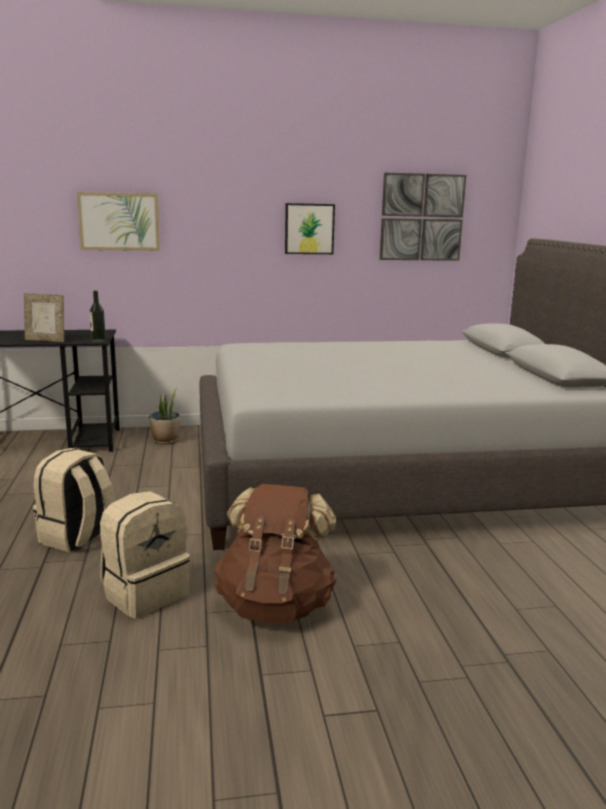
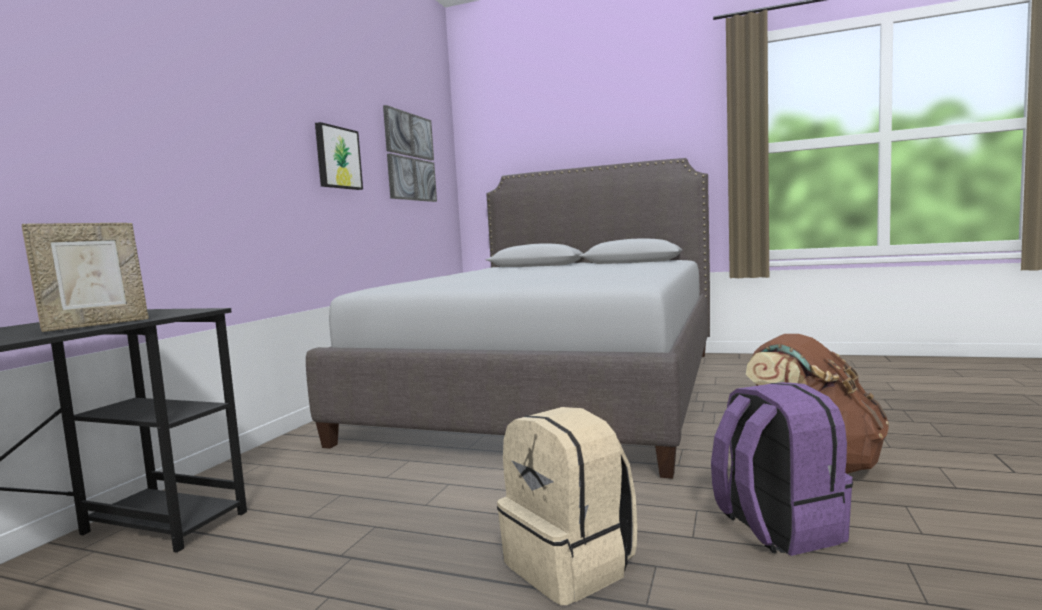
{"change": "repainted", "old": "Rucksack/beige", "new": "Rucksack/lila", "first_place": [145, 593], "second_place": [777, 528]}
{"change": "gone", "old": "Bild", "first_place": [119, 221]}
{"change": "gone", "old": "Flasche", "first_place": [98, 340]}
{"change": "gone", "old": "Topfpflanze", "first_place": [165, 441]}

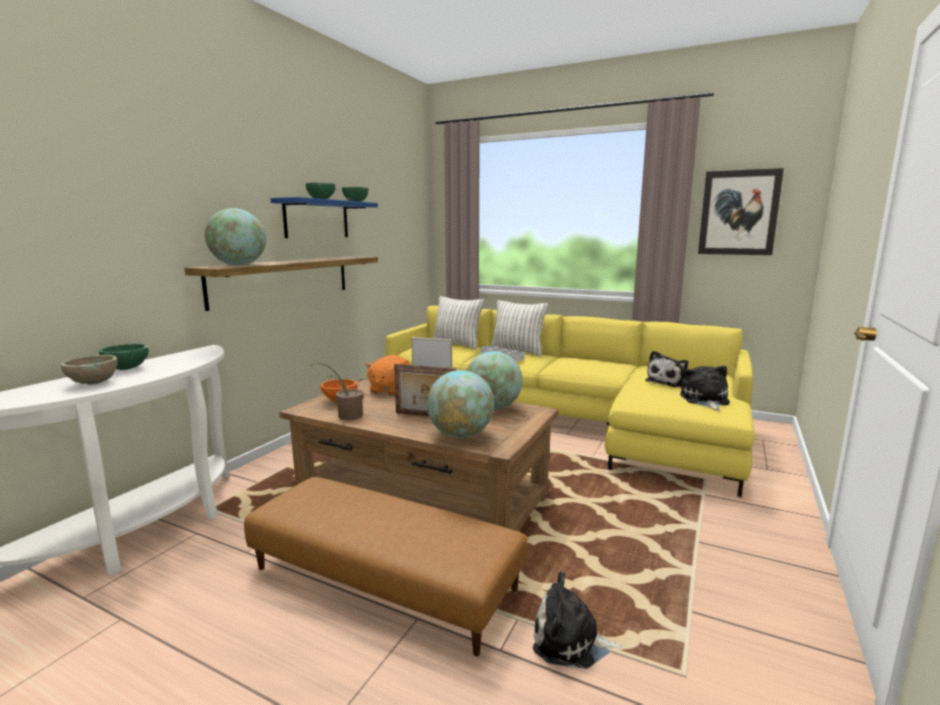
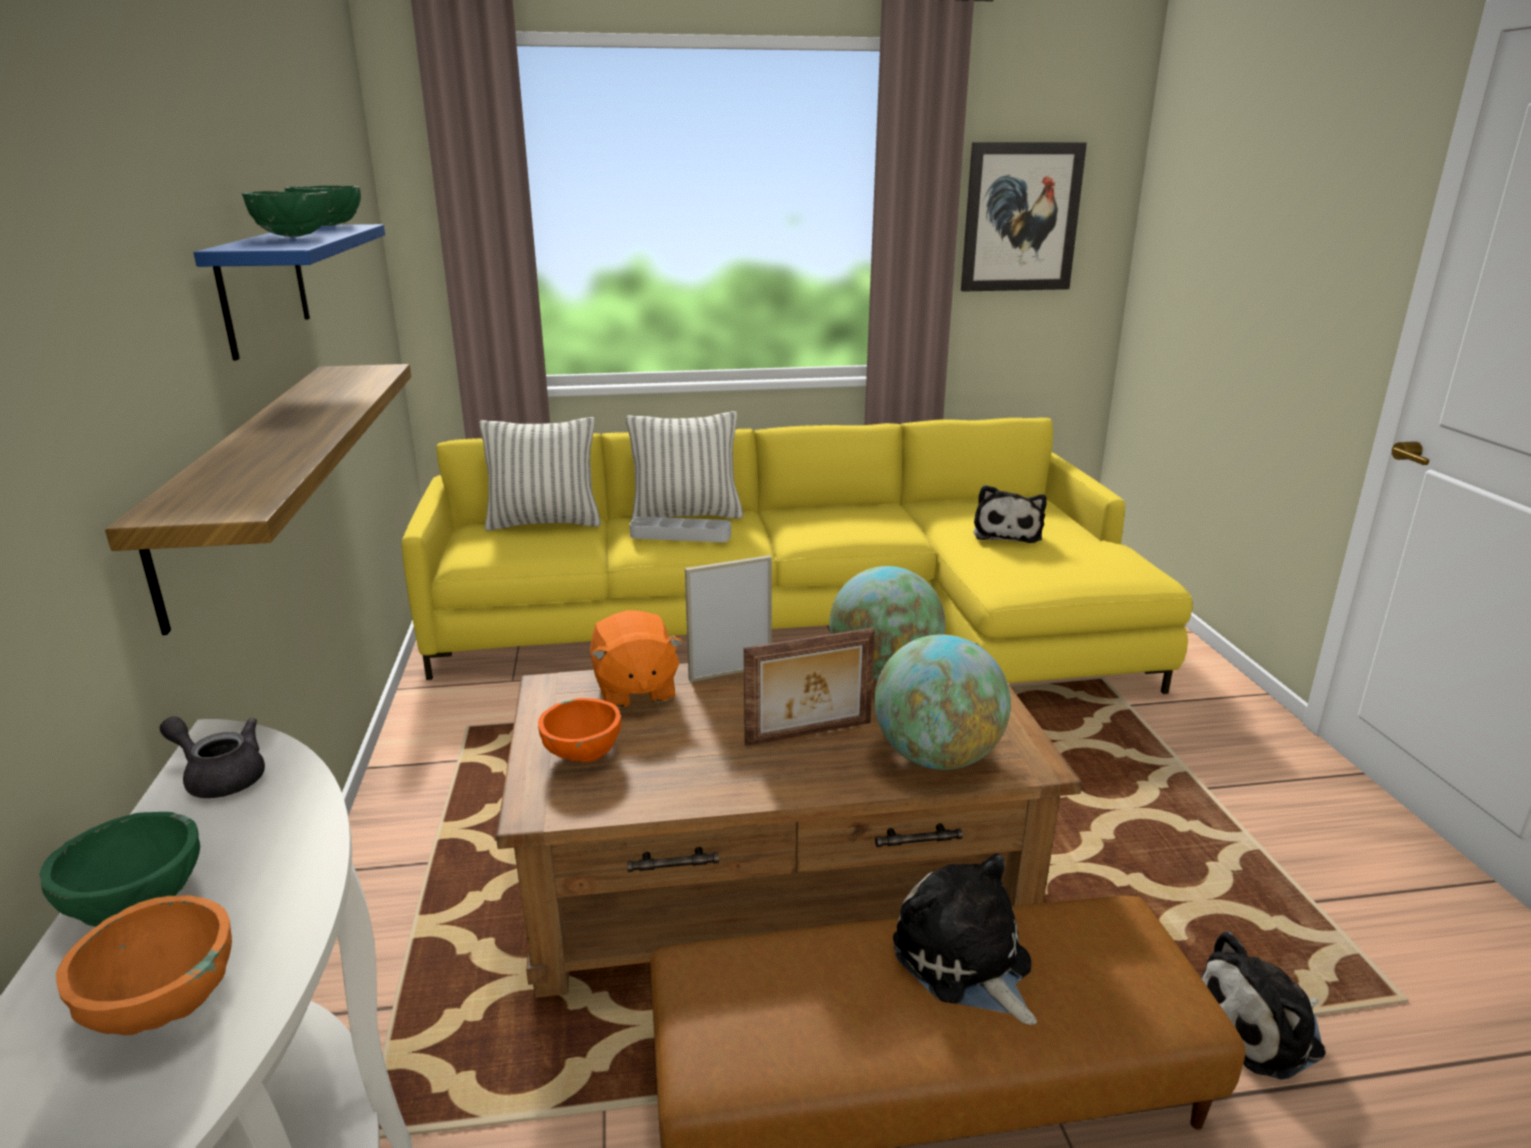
{"change": "repainted", "old": "Schüssel/beige", "new": "Schüssel/orange", "first_place": [93, 383], "second_place": [163, 1009]}
{"change": "new", "new": "Teekanne/grau", "second_place": [220, 777]}
{"change": "shifted", "old": "Plüschtier", "first_place": [704, 400], "second_place": [965, 963]}
{"change": "gone", "old": "Globus", "first_place": [239, 265]}
{"change": "gone", "old": "Topfpflanze", "first_place": [346, 416]}

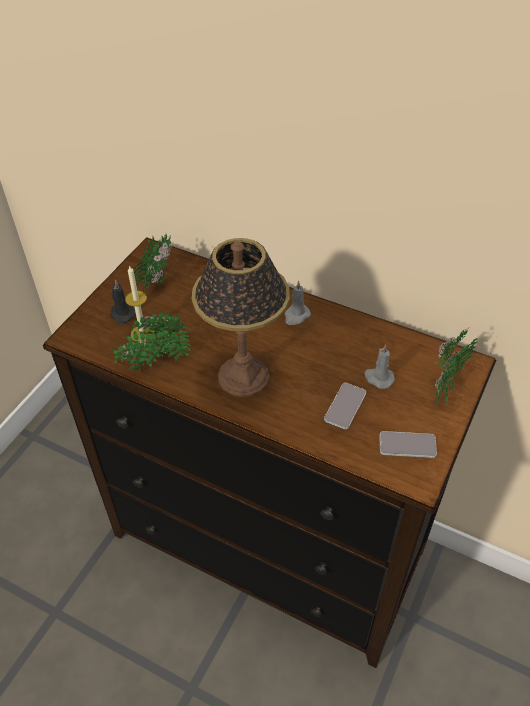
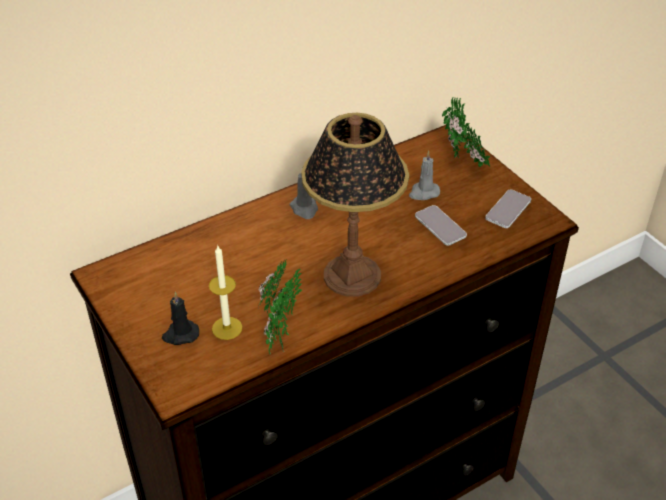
{"change": "gone", "old": "Topfpflanze", "first_place": [160, 279]}

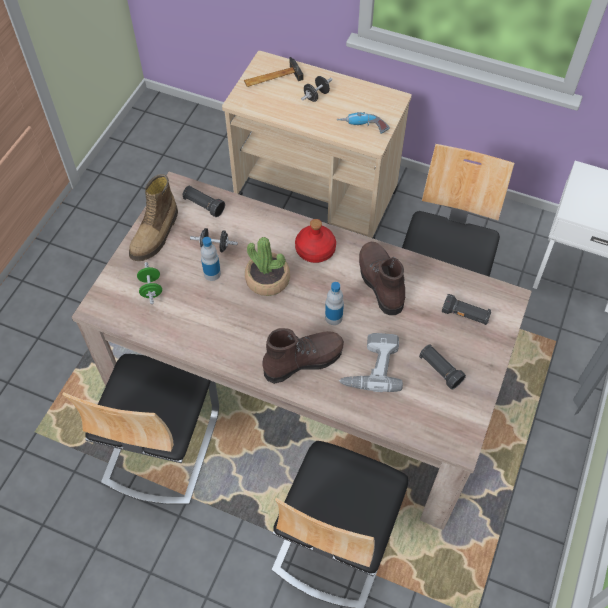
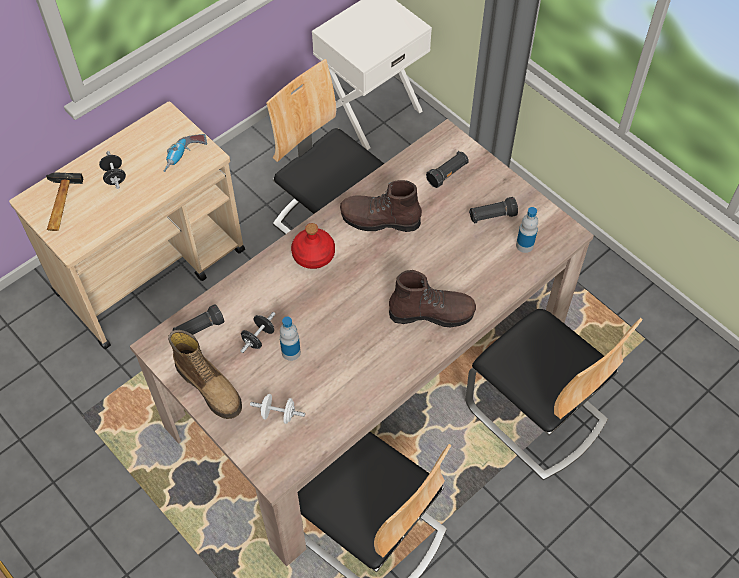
{"change": "repainted", "old": "Hantel/grün", "new": "Hantel/weiß", "first_place": [151, 289], "second_place": [278, 414]}
{"change": "rotated", "old": "Stiefel/braun", "first_place": [303, 361], "second_place": [432, 313], "degrees": 90}
{"change": "shifted", "old": "Flasche", "first_place": [333, 317], "second_place": [524, 245]}
{"change": "gone", "old": "Topfpflanze", "first_place": [267, 279]}
{"change": "gone", "old": "Bohrmaschine", "first_place": [370, 366]}

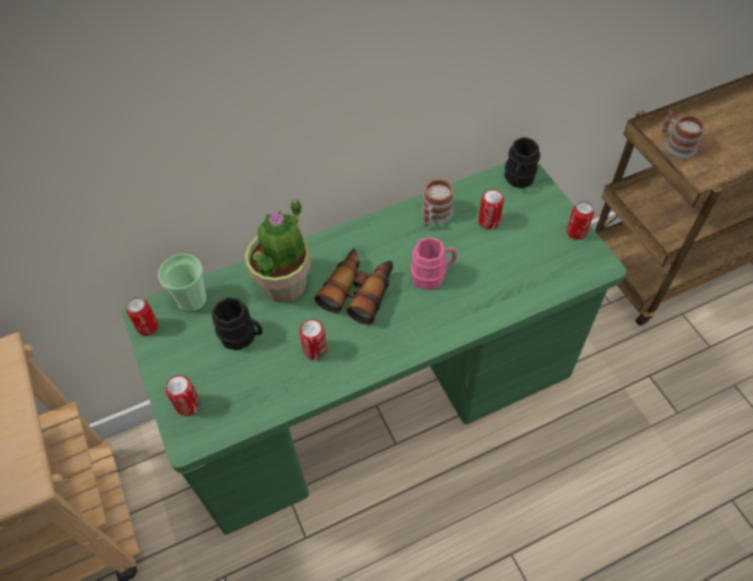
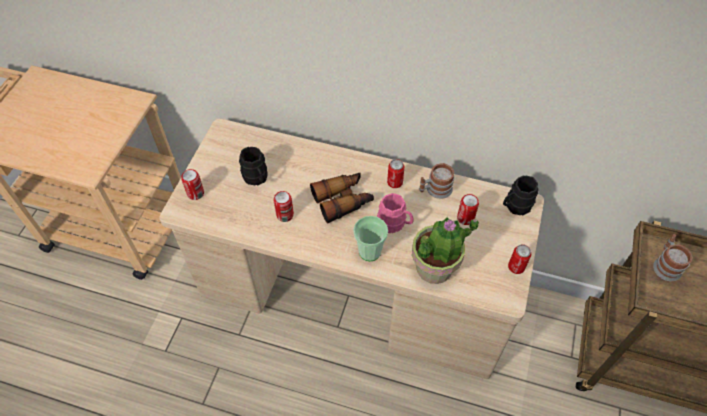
{"change": "repainted", "old": "Schreibtisch/grün", "new": "Schreibtisch/beige", "first_place": [380, 401], "second_place": [353, 295]}
{"change": "shifted", "old": "Tasse", "first_place": [192, 301], "second_place": [369, 251]}
{"change": "shifted", "old": "Dose", "first_place": [148, 327], "second_place": [395, 183]}
{"change": "shifted", "old": "Topfpflanze", "first_place": [285, 283], "second_place": [435, 268]}

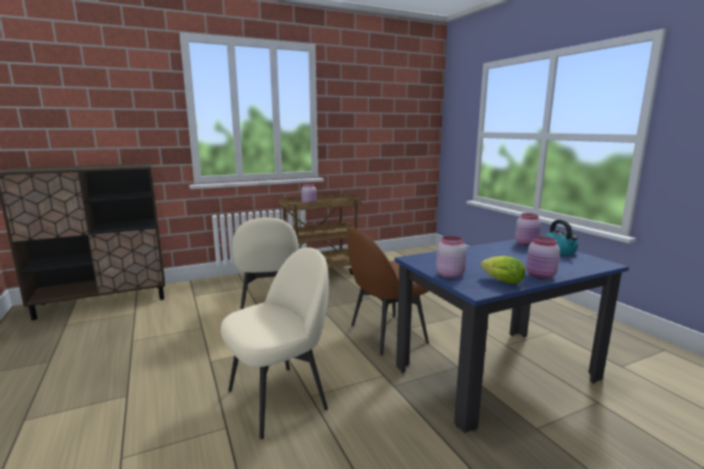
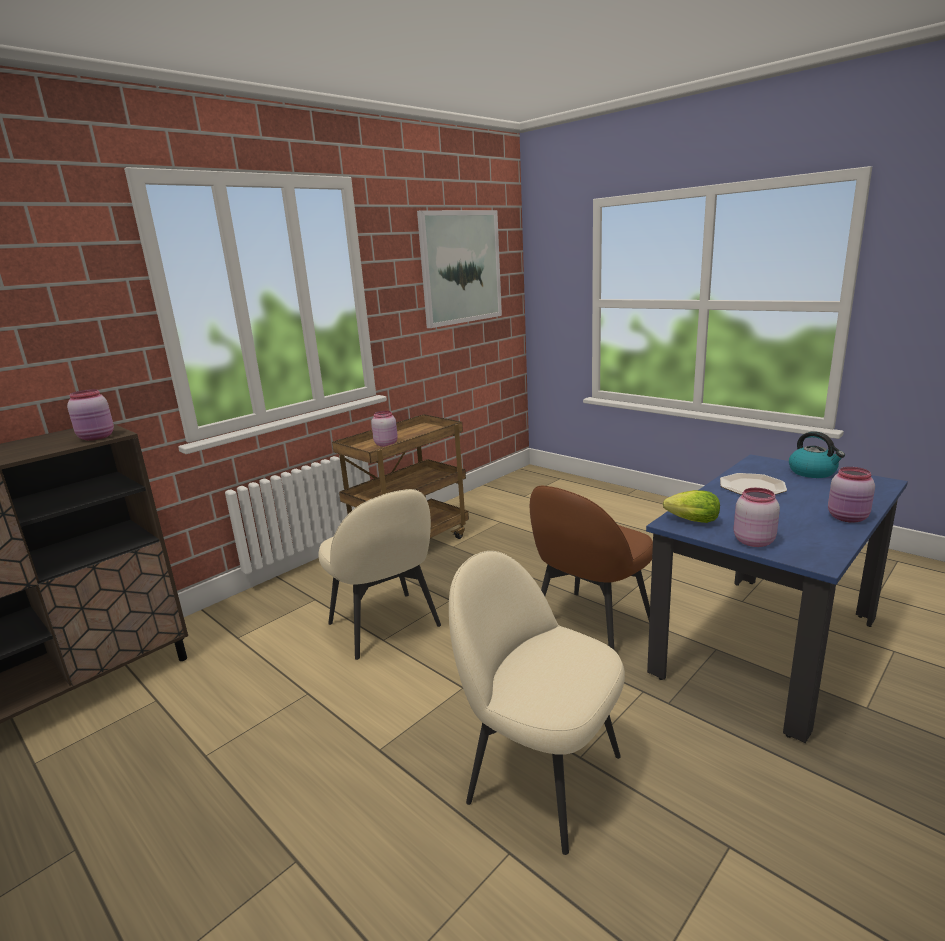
{"change": "shifted", "old": "Vorratsglas/rosa", "first_place": [527, 244], "second_place": [97, 437]}
{"change": "new", "new": "Bild", "second_place": [461, 267]}
{"change": "rotated", "old": "Stuhl/beige", "first_place": [279, 398], "second_place": [541, 775], "degrees": -90}
{"change": "shifted", "old": "Salatkopf", "first_place": [500, 281], "second_place": [689, 521]}
{"change": "new", "new": "Teller", "second_place": [752, 486]}

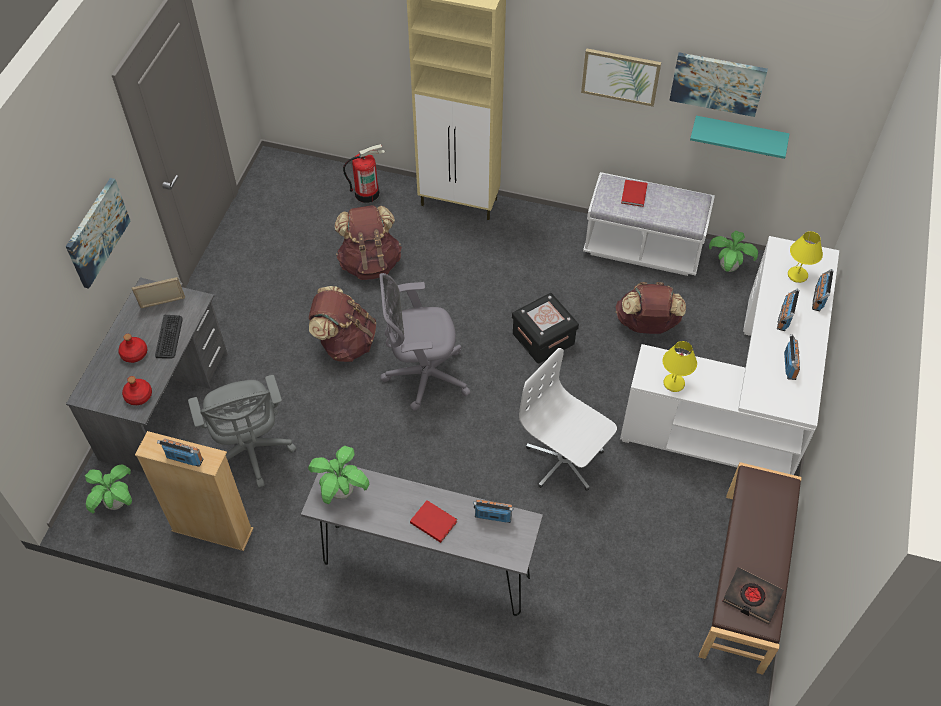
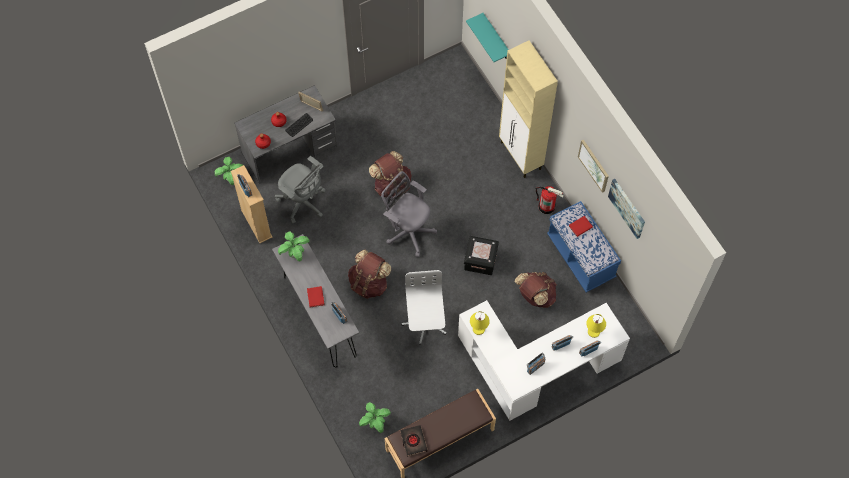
{"change": "rotated", "old": "Bürostuhl/grau", "first_place": [251, 452], "second_place": [303, 202], "degrees": -75}
{"change": "shifted", "old": "Rucksack/braun", "first_place": [370, 263], "second_place": [369, 283]}
{"change": "shifted", "old": "Topfpflanze", "first_place": [728, 267], "second_place": [375, 423]}
{"change": "shifted", "old": "Wandregal/türkis", "first_place": [739, 136], "second_place": [496, 38]}
{"change": "shifted", "old": "Feuerlöscher", "first_place": [367, 193], "second_place": [547, 206]}
{"change": "repainted", "old": "Bank/weiß", "new": "Bank/blau", "first_place": [643, 248], "second_place": [581, 257]}
{"change": "gone", "old": "Bild", "first_place": [97, 232]}

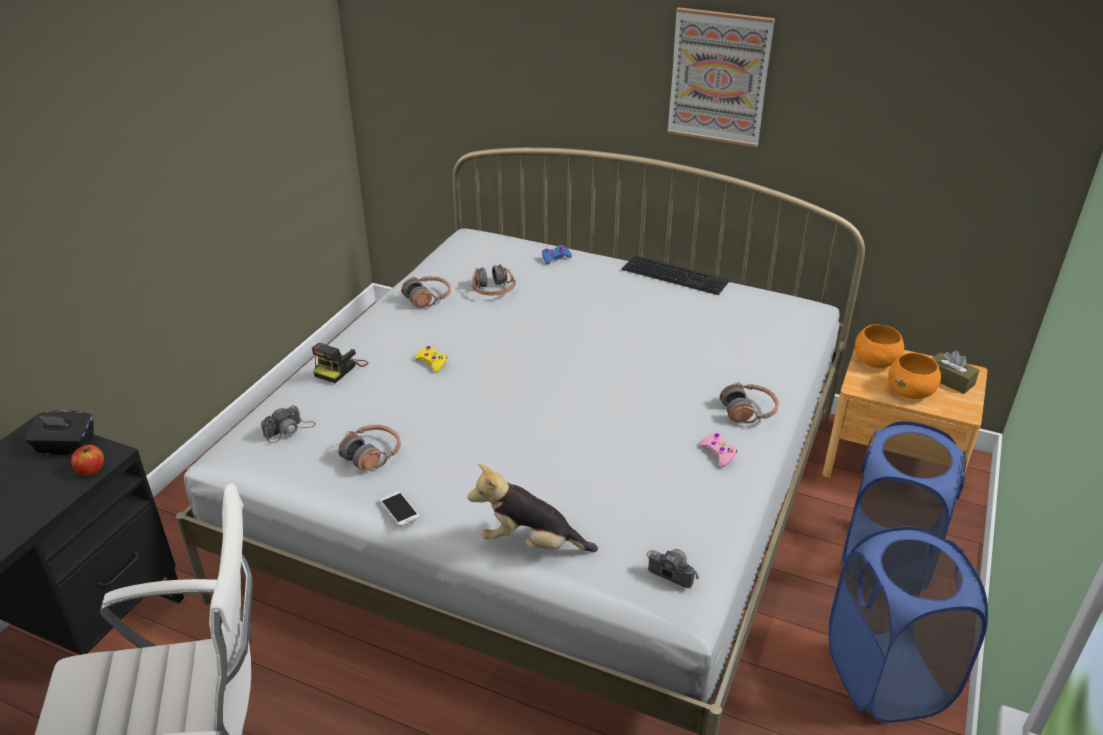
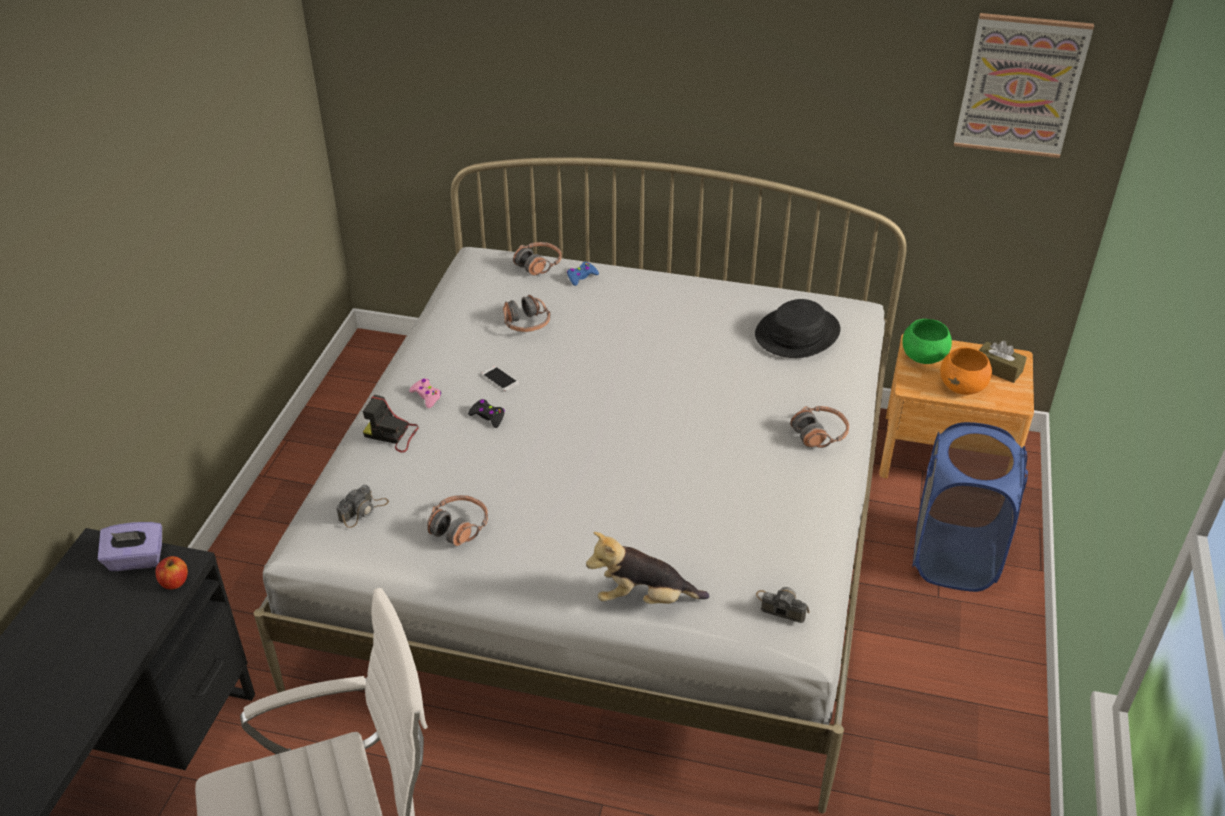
{"change": "repainted", "old": "Taschentuchbox/schwarz", "new": "Taschentuchbox/lila", "first_place": [66, 447], "second_place": [136, 560]}
{"change": "rotated", "old": "Kamera", "first_place": [340, 368], "second_place": [392, 435], "degrees": 90}
{"change": "shifted", "old": "Gamepad/rosa", "first_place": [718, 453], "second_place": [426, 396]}
{"change": "repainted", "old": "Gamepad/gelb", "new": "Gamepad/schwarz", "first_place": [432, 362], "second_place": [488, 417]}
{"change": "shifted", "old": "Handy", "first_place": [399, 508], "second_place": [500, 379]}
{"change": "shifted", "old": "Kopfhörer", "first_place": [428, 298], "second_place": [538, 264]}
{"change": "new", "new": "Hut/schwarz", "second_place": [797, 333]}
{"change": "repainted", "old": "Schüssel/orange", "new": "Schüssel/grün", "first_place": [874, 362], "second_place": [922, 357]}
{"change": "shifted", "old": "Bild", "first_place": [719, 77], "second_place": [1020, 85]}
{"change": "gone", "old": "Tastatur", "first_place": [677, 274]}
{"change": "gone", "old": "Wäschekorb/blau", "first_place": [886, 677]}

